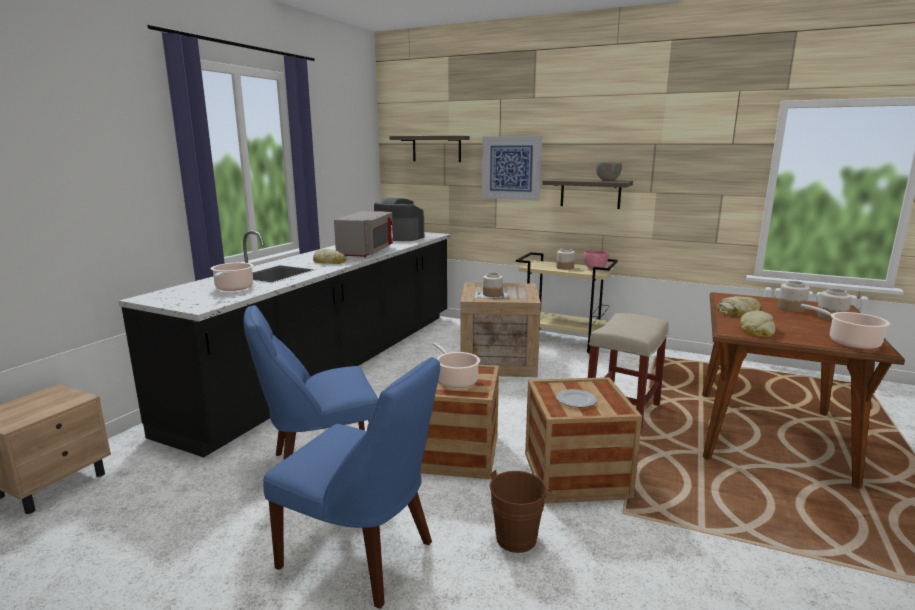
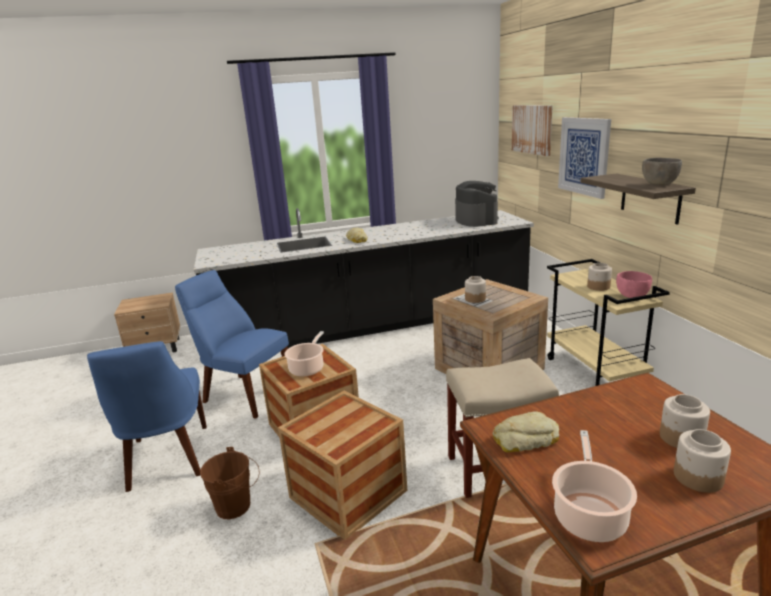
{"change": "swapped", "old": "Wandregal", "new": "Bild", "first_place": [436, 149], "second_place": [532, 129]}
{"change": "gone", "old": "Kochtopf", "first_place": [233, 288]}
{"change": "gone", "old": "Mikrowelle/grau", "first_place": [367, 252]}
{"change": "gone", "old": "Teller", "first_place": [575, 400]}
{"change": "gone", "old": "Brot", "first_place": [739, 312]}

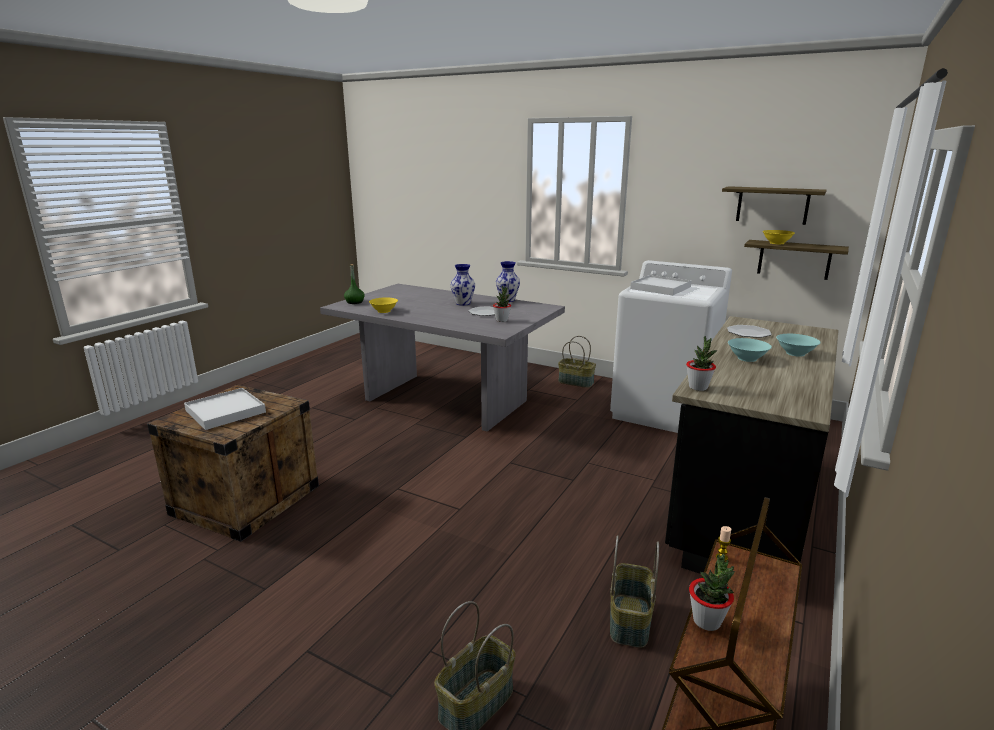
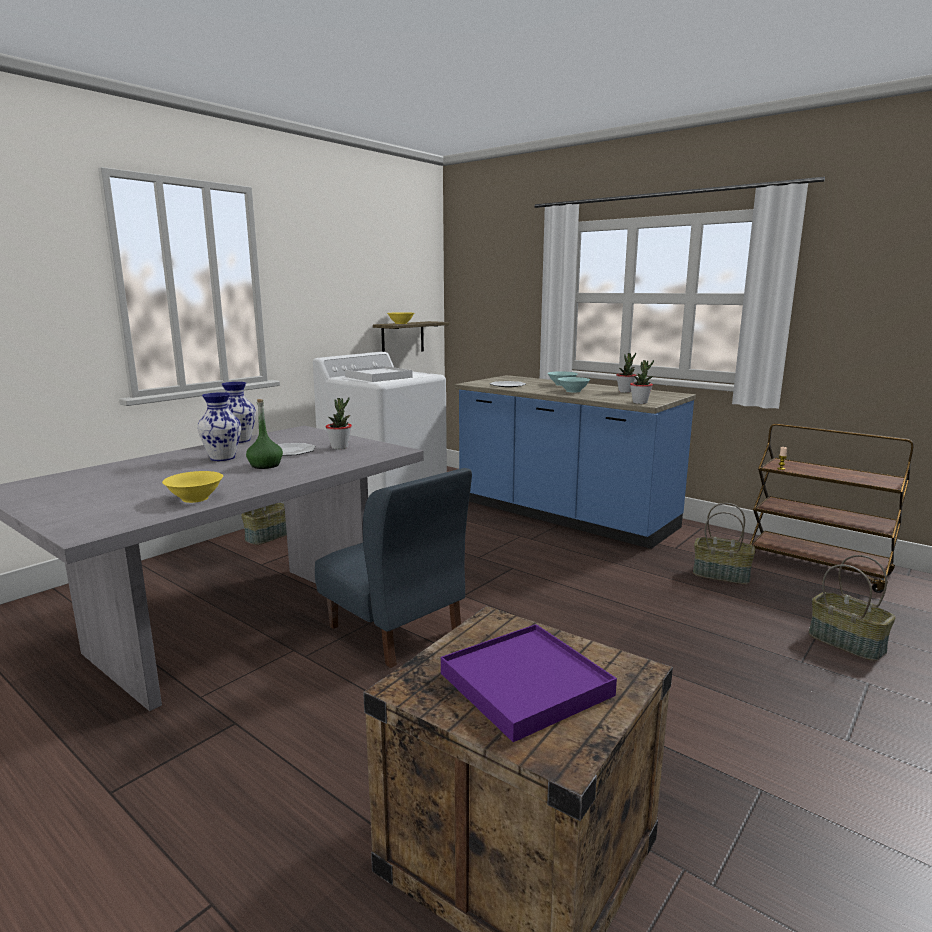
{"change": "shifted", "old": "Flasche/grün", "first_place": [354, 302], "second_place": [265, 465]}
{"change": "new", "new": "Stuhl/blau", "second_place": [395, 630]}
{"change": "repainted", "old": "Tablett/weiß", "new": "Tablett/lila", "first_place": [225, 411], "second_place": [525, 684]}
{"change": "repainted", "old": "Küchenzeile/schwarz", "new": "Küchenzeile/blau", "first_place": [743, 504], "second_place": [563, 515]}
{"change": "shifted", "old": "Topfpflanze", "first_place": [707, 621], "second_place": [625, 391]}
{"change": "gone", "old": "Wandregal", "first_place": [772, 205]}

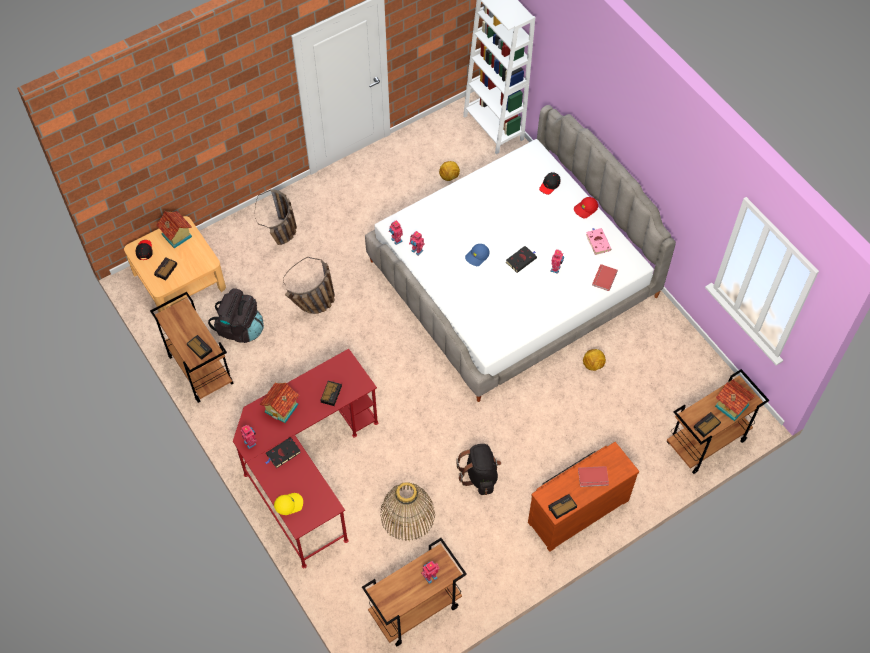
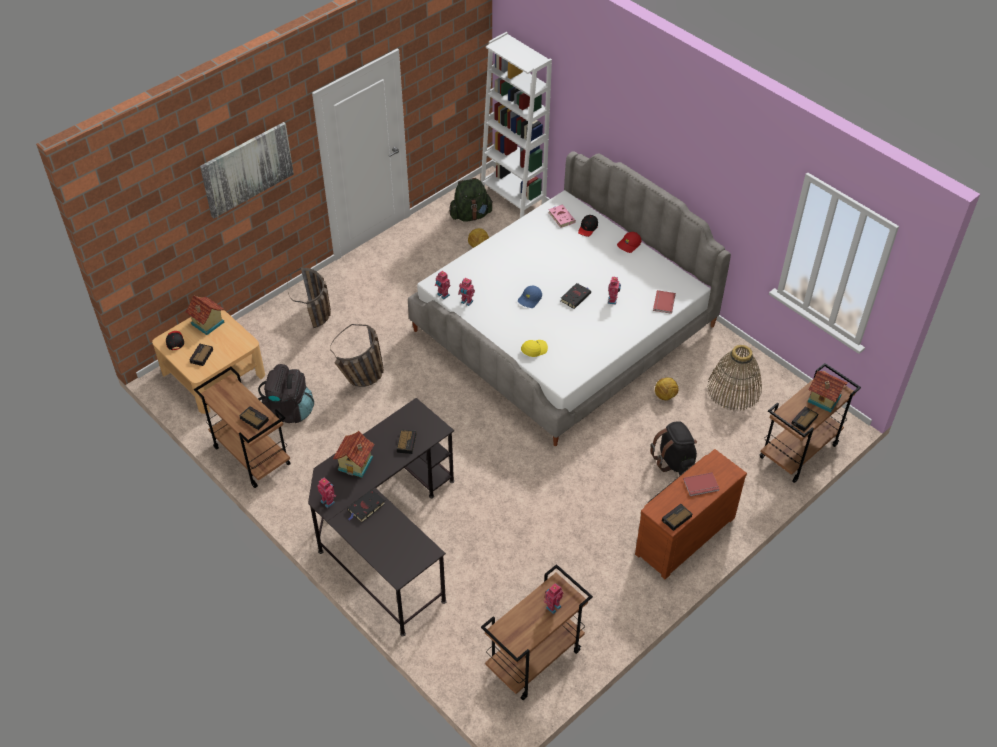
{"change": "new", "new": "Bild", "second_place": [247, 169]}
{"change": "repainted", "old": "Schreibtisch/rot", "new": "Schreibtisch/schwarz", "first_place": [306, 469], "second_place": [386, 537]}
{"change": "new", "new": "Rucksack/grün", "second_place": [471, 215]}
{"change": "shifted", "old": "Kappe/gelb", "first_place": [289, 504], "second_place": [534, 349]}
{"change": "shifted", "old": "Buch/rosa", "first_place": [597, 242], "second_place": [561, 217]}
{"change": "shifted", "old": "Rucksack/schwarz", "first_place": [480, 475], "second_place": [674, 461]}
{"change": "shifted", "old": "Korb", "first_place": [407, 515], "second_place": [733, 390]}

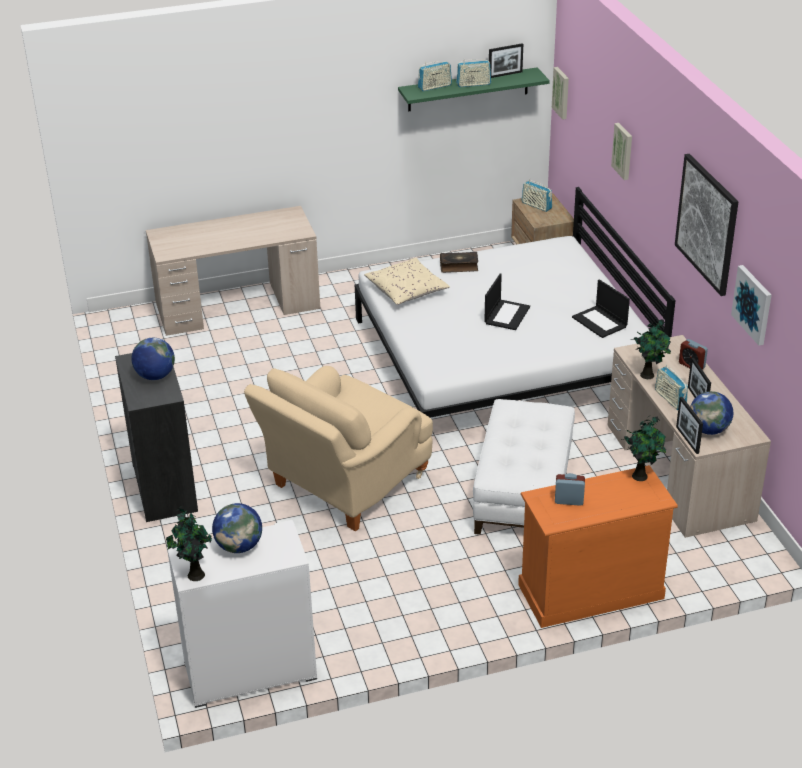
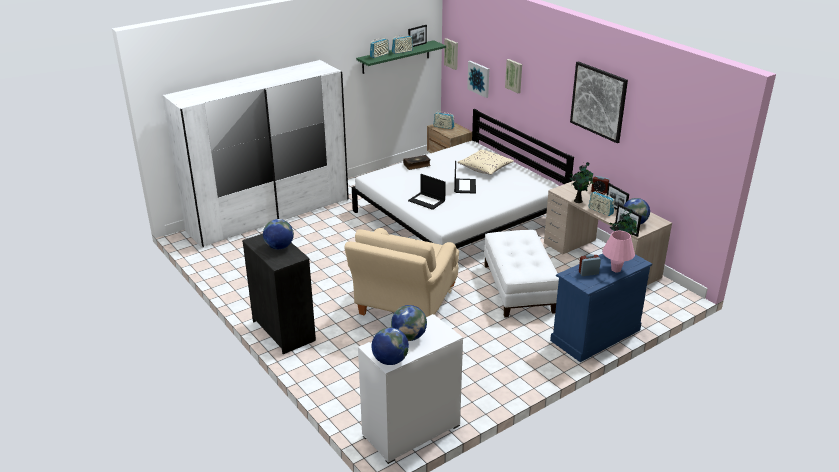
{"change": "swapped", "old": "Schreibtisch/beige", "new": "Kleiderschrank/weiß", "first_place": [238, 305], "second_place": [270, 215]}
{"change": "swapped", "old": "Topfpflanze", "new": "Globus", "first_place": [194, 574], "second_place": [390, 360]}
{"change": "shifted", "old": "Laptop", "first_place": [600, 322], "second_place": [427, 201]}
{"change": "shifted", "old": "Kissen/beige", "first_place": [406, 290], "second_place": [485, 168]}
{"change": "shifted", "old": "Bild", "first_place": [753, 304], "second_place": [479, 78]}
{"change": "repainted", "old": "Kommode/orange", "new": "Kommode/blau", "first_place": [590, 591], "second_place": [595, 335]}
{"change": "new", "new": "Tischlampe/rosa", "second_place": [616, 269]}

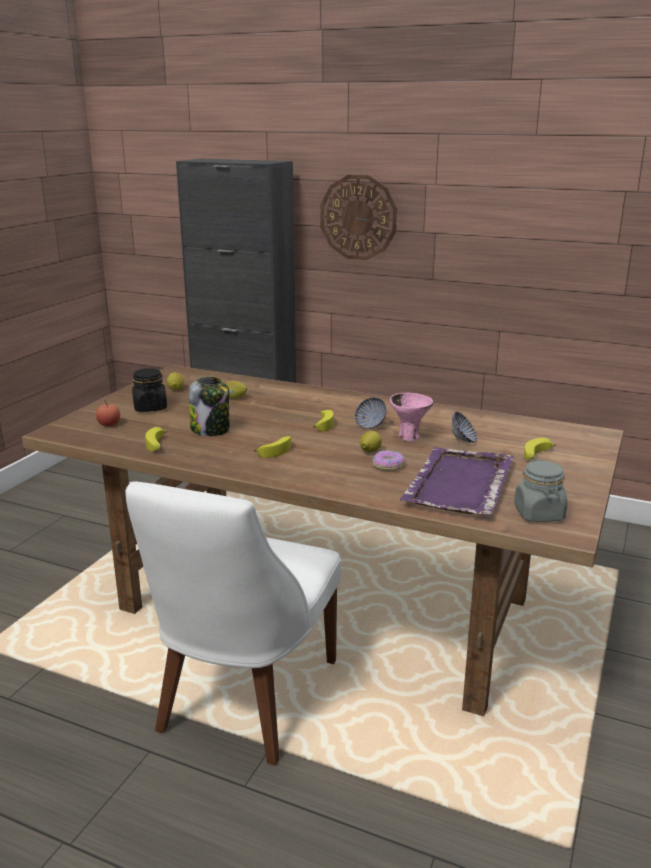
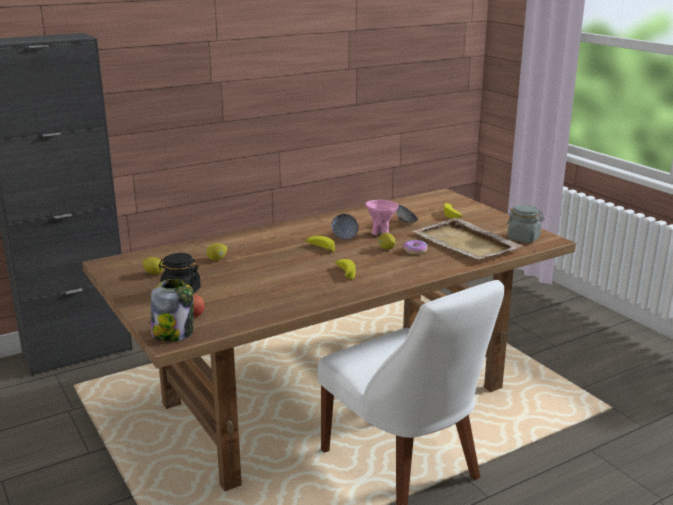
{"change": "shifted", "old": "Vorratsglas", "first_place": [211, 429], "second_place": [173, 333]}
{"change": "repainted", "old": "Tablett/lila", "new": "Tablett/beige", "first_place": [458, 485], "second_place": [466, 243]}
{"change": "gone", "old": "Banane", "first_place": [157, 445]}
{"change": "gone", "old": "Wanduhr", "first_place": [358, 217]}

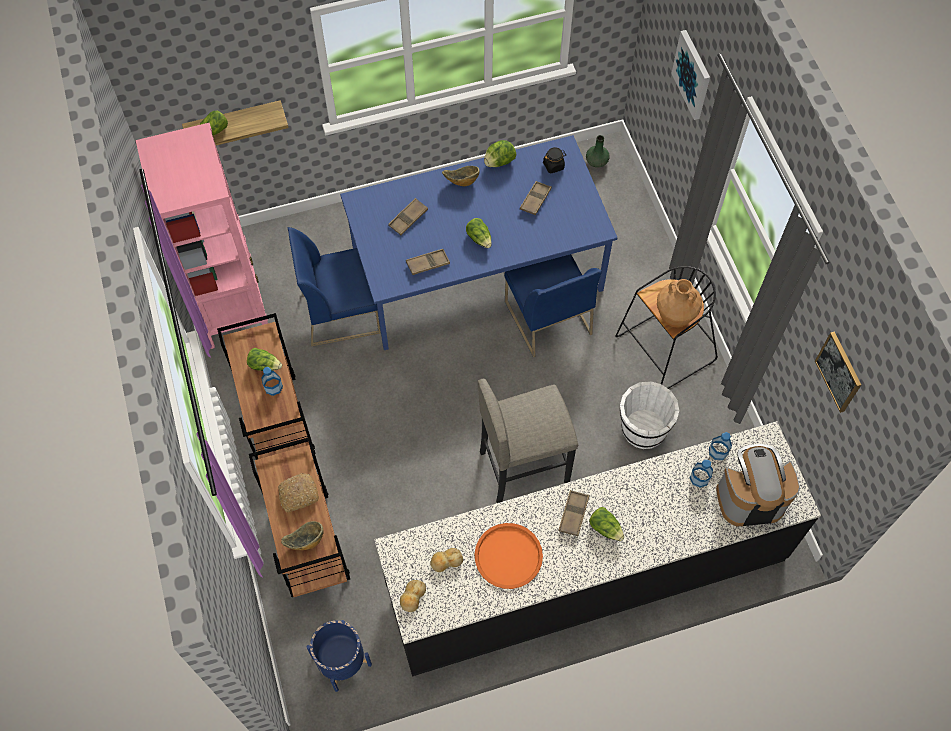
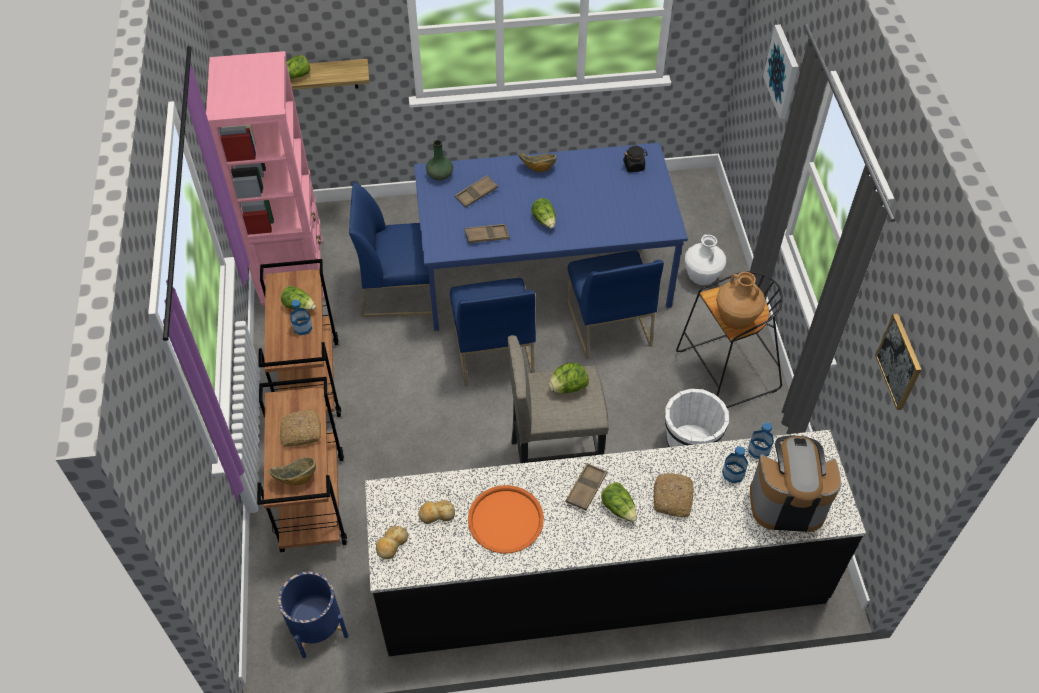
{"change": "shifted", "old": "Vase/grün", "first_place": [597, 162], "second_place": [440, 175]}
{"change": "new", "new": "Stuhl/blau", "second_place": [492, 351]}
{"change": "shifted", "old": "Salatkopf", "first_place": [499, 162], "second_place": [568, 387]}
{"change": "new", "new": "Brot", "second_place": [673, 498]}
{"change": "new", "new": "Vase/weiß", "second_place": [701, 277]}
{"change": "gone", "old": "Tablett/braun", "first_place": [535, 200]}

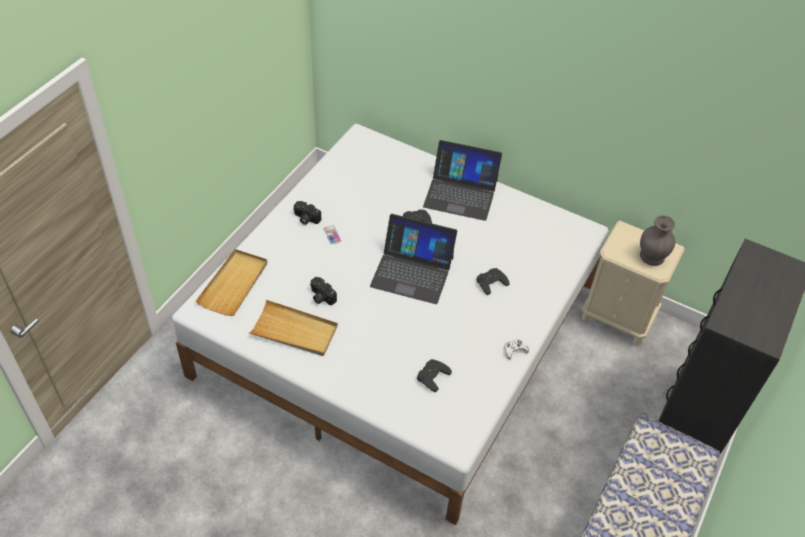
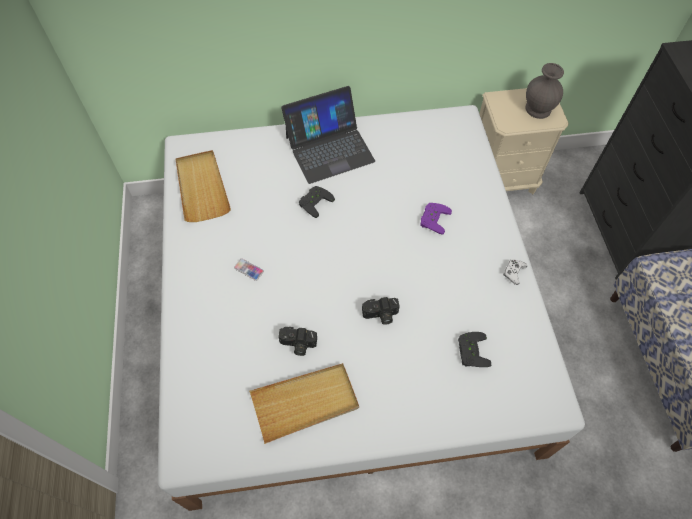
{"change": "shifted", "old": "Tablett/beige", "first_place": [234, 284], "second_place": [202, 187]}
{"change": "shifted", "old": "Kamera", "first_place": [305, 218], "second_place": [380, 315]}
{"change": "repainted", "old": "Gamepad/schwarz", "new": "Gamepad/lila", "first_place": [490, 281], "second_place": [432, 218]}
{"change": "gone", "old": "Laptop", "first_place": [412, 271]}

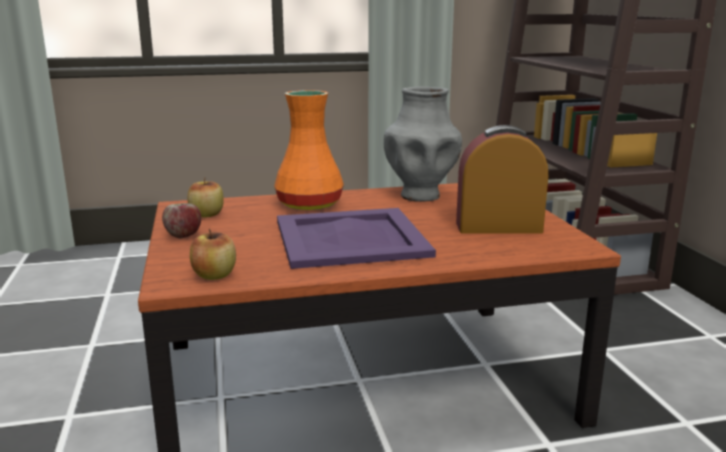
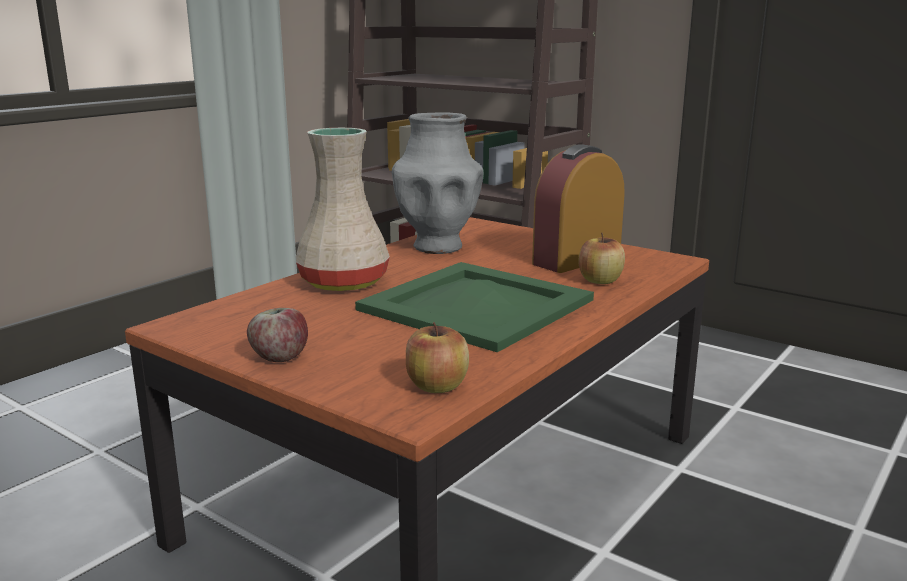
{"change": "repainted", "old": "Vase/orange", "new": "Vase/beige", "first_place": [307, 204], "second_place": [341, 283]}
{"change": "repainted", "old": "Tablett/lila", "new": "Tablett/grün", "first_place": [352, 238], "second_place": [478, 305]}
{"change": "shifted", "old": "Apfel", "first_place": [206, 214], "second_place": [600, 280]}

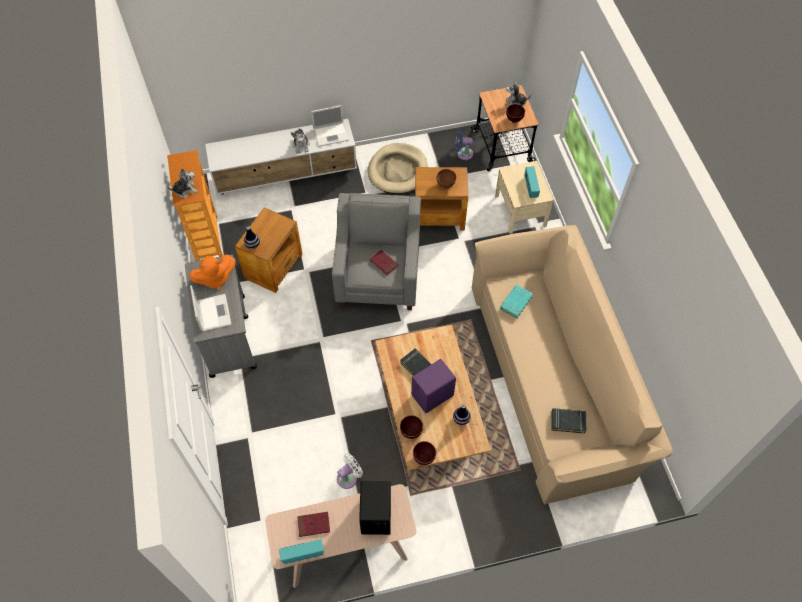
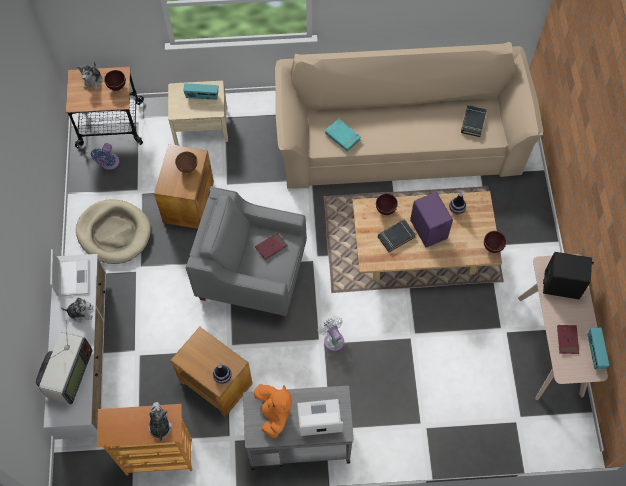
{"change": "new", "new": "Fernseher", "second_place": [68, 375]}
{"change": "shifted", "old": "Ventilator/weiß", "first_place": [349, 477], "second_place": [333, 339]}
{"change": "shifted", "old": "Schüssel/braun", "first_place": [411, 432], "second_place": [385, 210]}

